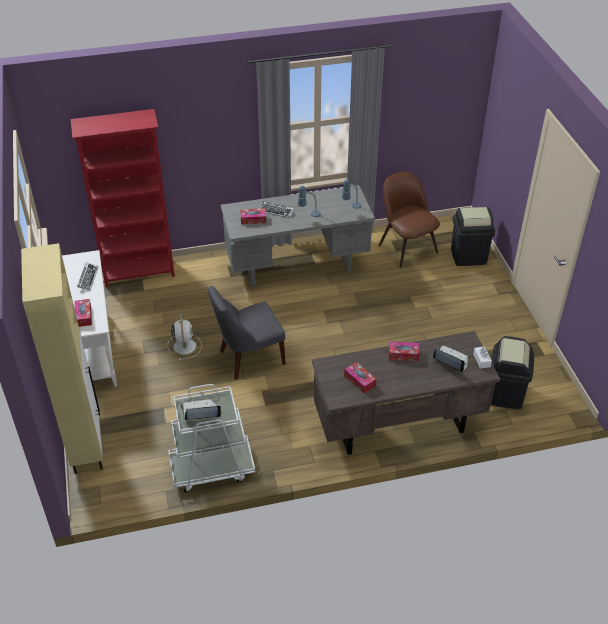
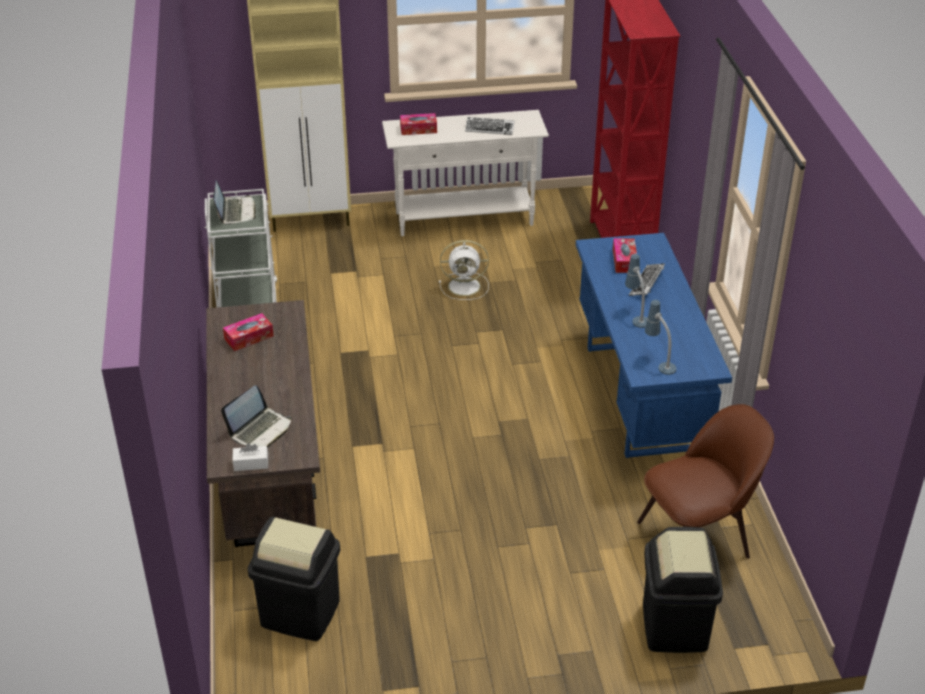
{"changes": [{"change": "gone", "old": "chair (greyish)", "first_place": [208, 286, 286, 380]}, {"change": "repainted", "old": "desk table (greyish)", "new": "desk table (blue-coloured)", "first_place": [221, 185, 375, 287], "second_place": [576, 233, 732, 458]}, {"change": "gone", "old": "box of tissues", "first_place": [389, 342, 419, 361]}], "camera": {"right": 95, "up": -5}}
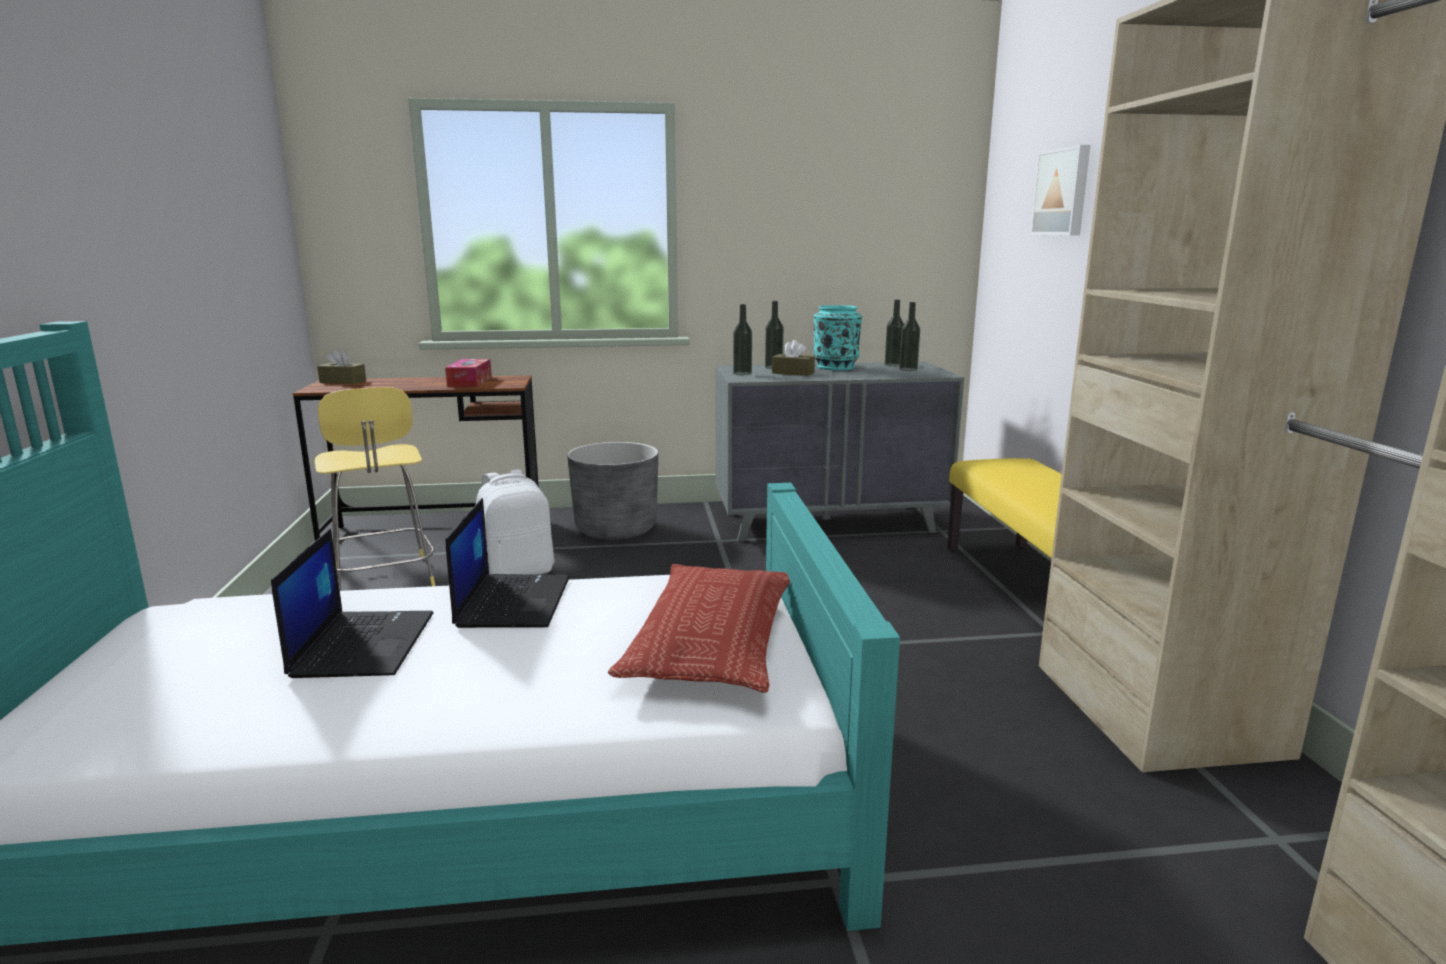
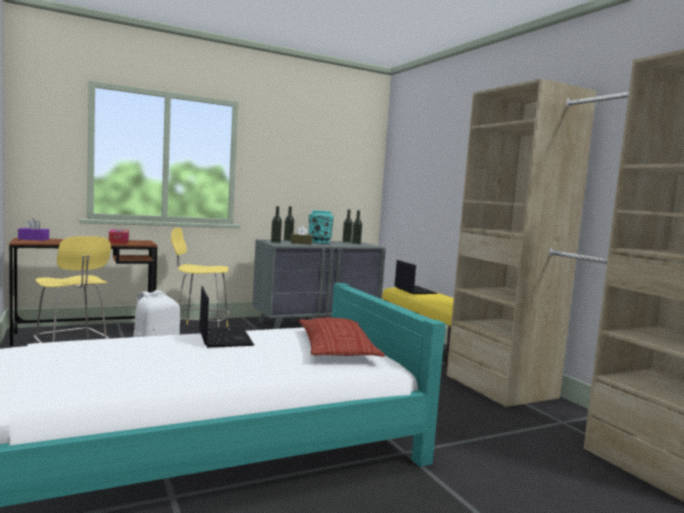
{"changes": [{"change": "shifted", "old": "laptop", "first_place": [271, 528, 434, 678], "second_place": [394, 260, 438, 294]}, {"change": "repainted", "old": "box of tissues (brown)", "new": "box of tissues (purple-coloured)", "first_place": [317, 349, 366, 384], "second_place": [18, 219, 49, 241]}, {"change": "swapped", "old": "planter (greyish)", "new": "stool seat (yellowish)", "first_place": [567, 442, 658, 540], "second_place": [171, 228, 230, 328]}, {"change": "gone", "old": "wall art", "first_place": [1030, 145, 1090, 236]}], "camera": {"right": -20, "up": -10}}
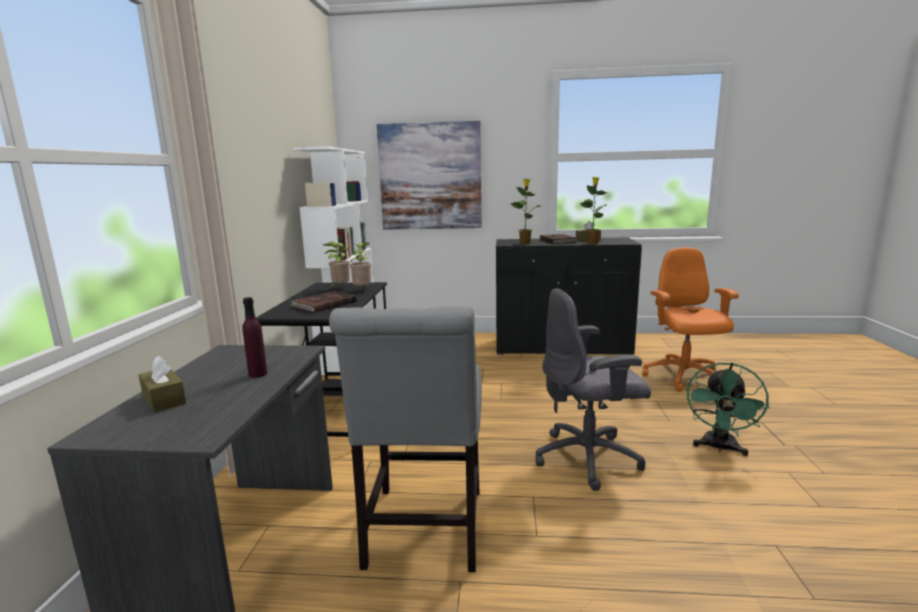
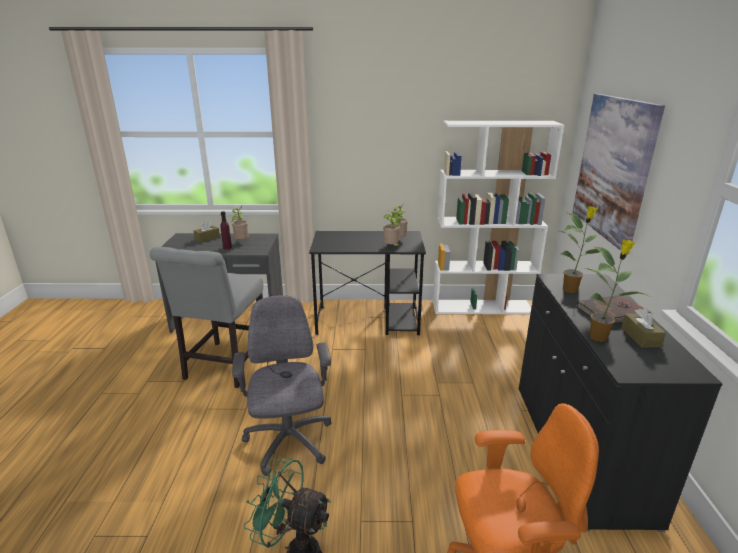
{"changes": [{"change": "gone", "old": "book (brown)", "first_place": [291, 291, 357, 313]}, {"change": "rotated", "old": "chair (greyish)", "first_place": [329, 307, 482, 572], "second_place": [150, 247, 263, 388], "degrees": -75}, {"change": "new", "new": "potted plant", "second_place": [231, 206, 248, 240]}], "camera": {"right": 85, "up": 10}}
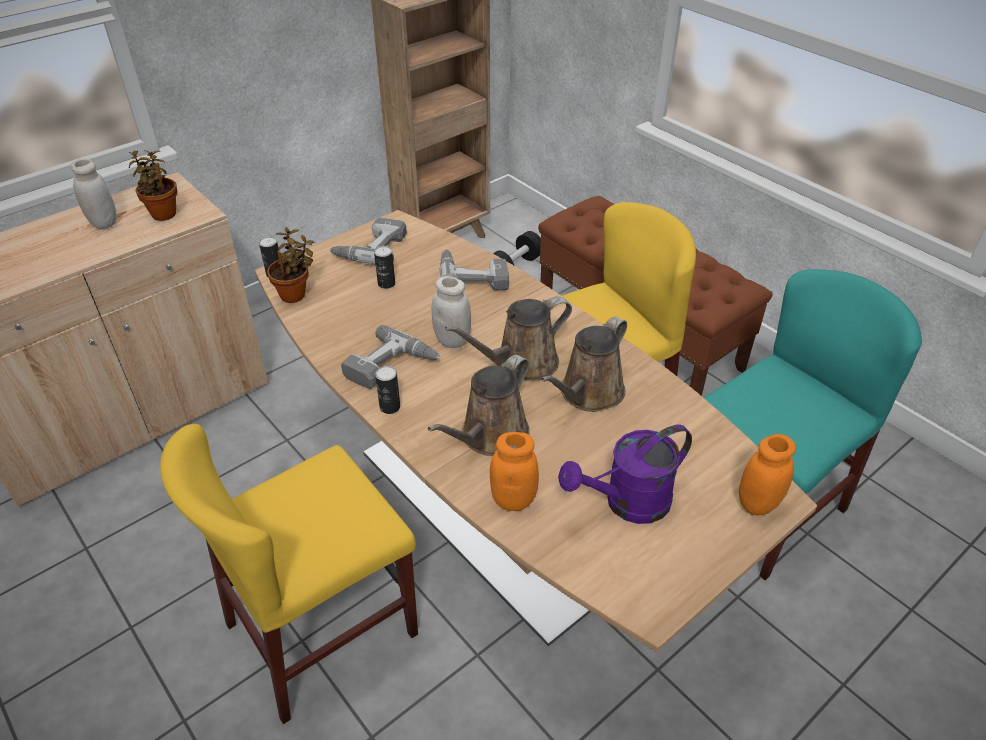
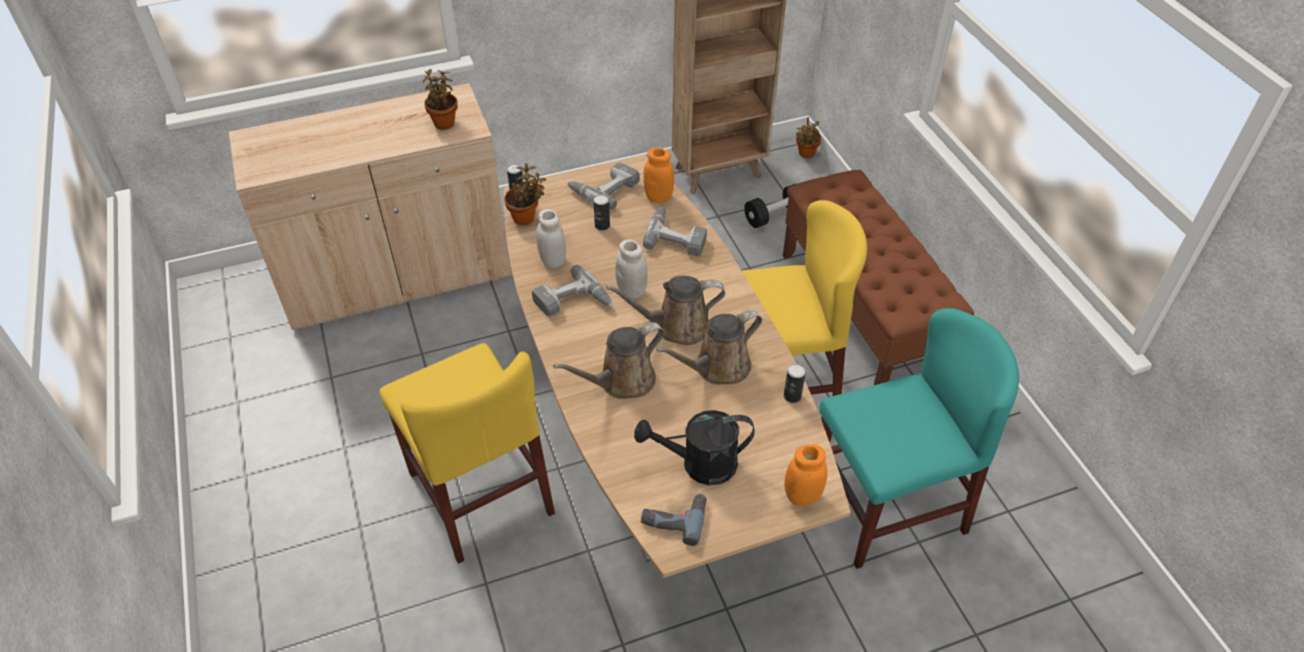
{"changes": [{"change": "shifted", "old": "storage jar (white)", "first_place": [70, 158, 117, 229], "second_place": [536, 209, 566, 269]}, {"change": "rotated", "old": "chair (yellowish)", "first_place": [160, 424, 418, 724], "second_place": [379, 343, 555, 564], "degrees": -105}, {"change": "shifted", "old": "sealed can", "first_place": [375, 366, 400, 414], "second_place": [784, 364, 806, 403]}, {"change": "shifted", "old": "storage jar (orangey)", "first_place": [490, 432, 539, 511], "second_place": [644, 148, 674, 203]}, {"change": "repainted", "old": "watering pot (purple-coloured)", "new": "watering pot (black)", "first_place": [558, 425, 692, 524], "second_place": [634, 410, 755, 485]}, {"change": "new", "new": "drill", "second_place": [641, 493, 707, 546]}, {"change": "new", "new": "potted plant", "second_place": [796, 117, 822, 158]}], "camera": {"right": 20, "up": 5}}
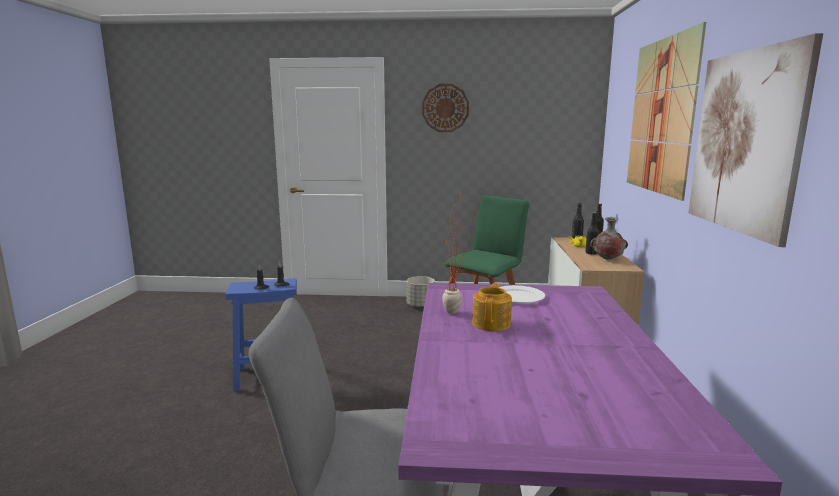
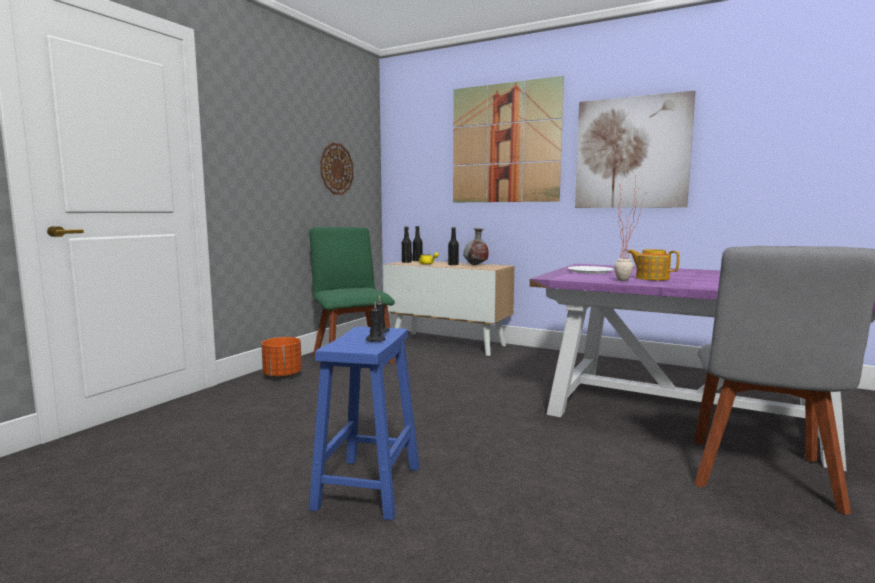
{"changes": [{"change": "repainted", "old": "planter (greyish)", "new": "planter (orangey)", "first_place": [406, 276, 435, 308], "second_place": [261, 337, 302, 379]}, {"change": "shifted", "old": "hanging clock", "first_place": [422, 84, 469, 132], "second_place": [320, 143, 354, 195]}], "camera": {"right": -65, "up": -5}}
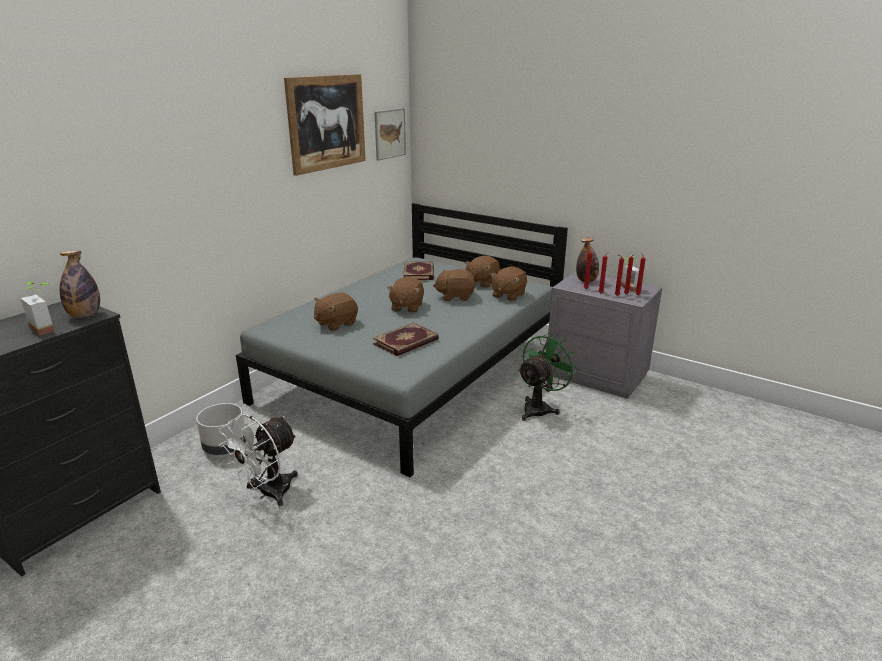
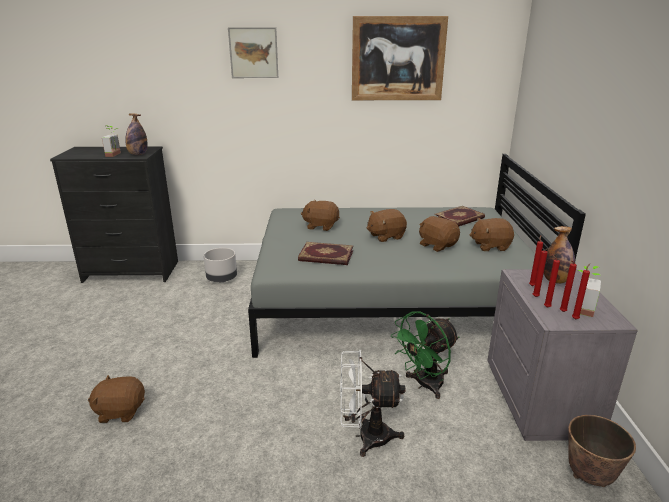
{"changes": [{"change": "shifted", "old": "fan (white)", "first_place": [219, 414, 298, 506], "second_place": [340, 349, 405, 457]}, {"change": "shifted", "old": "wall art", "first_place": [374, 108, 406, 161], "second_place": [228, 27, 278, 78]}, {"change": "shifted", "old": "plush toy (brown)", "first_place": [490, 267, 527, 301], "second_place": [88, 375, 145, 423]}, {"change": "rotated", "old": "fan (greenish)", "first_place": [518, 333, 579, 421], "second_place": [391, 311, 459, 399], "degrees": 135}, {"change": "new", "new": "planter", "second_place": [568, 415, 636, 487]}], "camera": {"right": 55, "up": 0}}
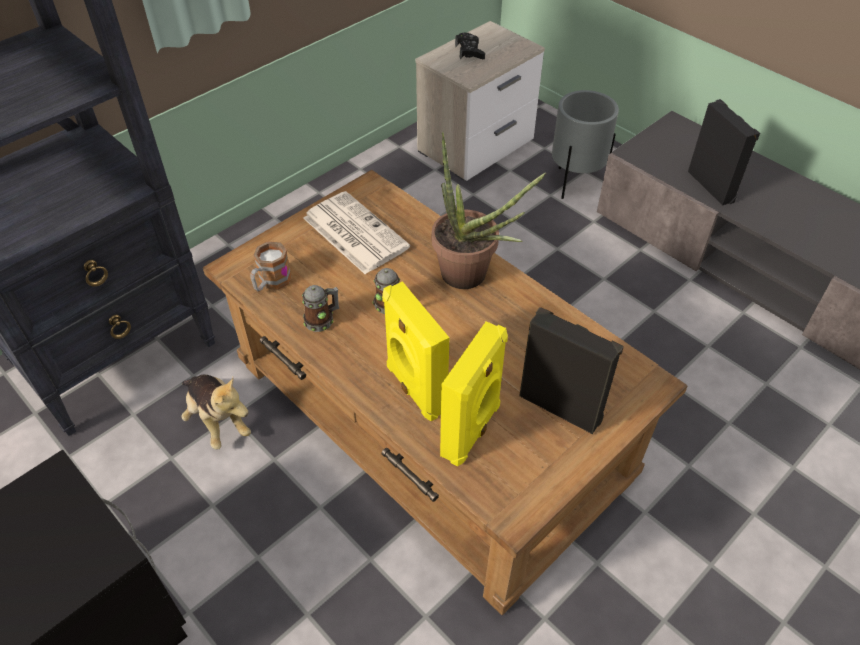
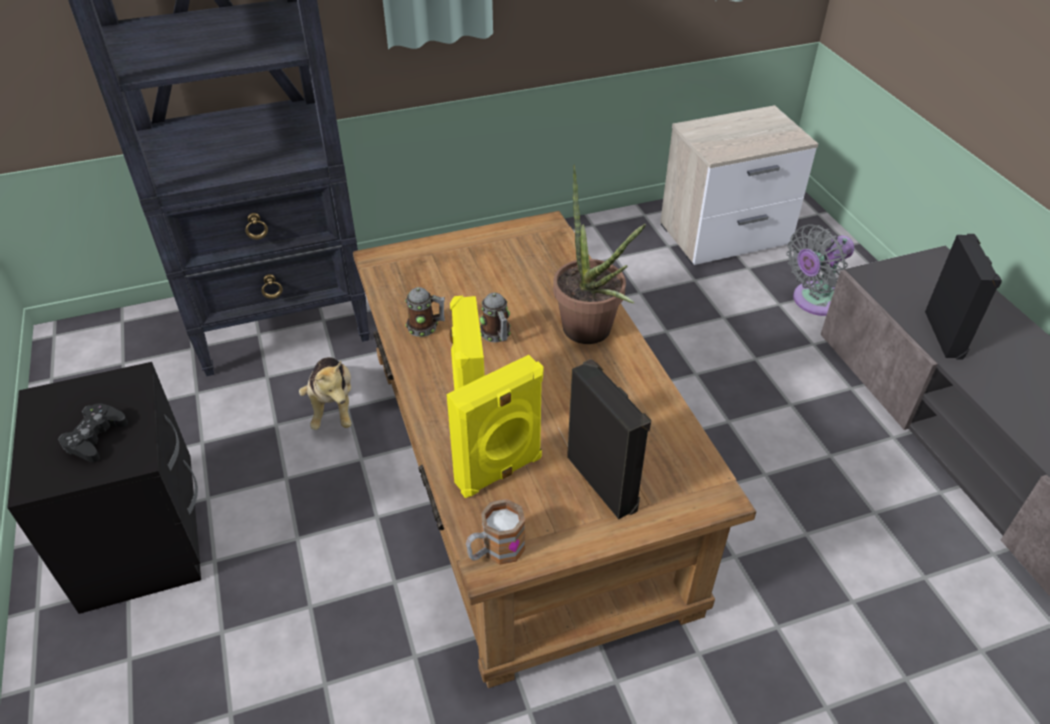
{"changes": [{"change": "shifted", "old": "coffee mug", "first_place": [250, 241, 292, 292], "second_place": [466, 499, 525, 565]}, {"change": "gone", "old": "daily paper", "first_place": [303, 191, 410, 274]}, {"change": "shifted", "old": "game controller (black)", "first_place": [455, 33, 485, 60], "second_place": [58, 403, 128, 462]}, {"change": "swapped", "old": "planter (greyish)", "new": "fan (greyish)", "first_place": [552, 90, 619, 199], "second_place": [786, 224, 854, 316]}], "camera": {"right": 25, "up": -5}}
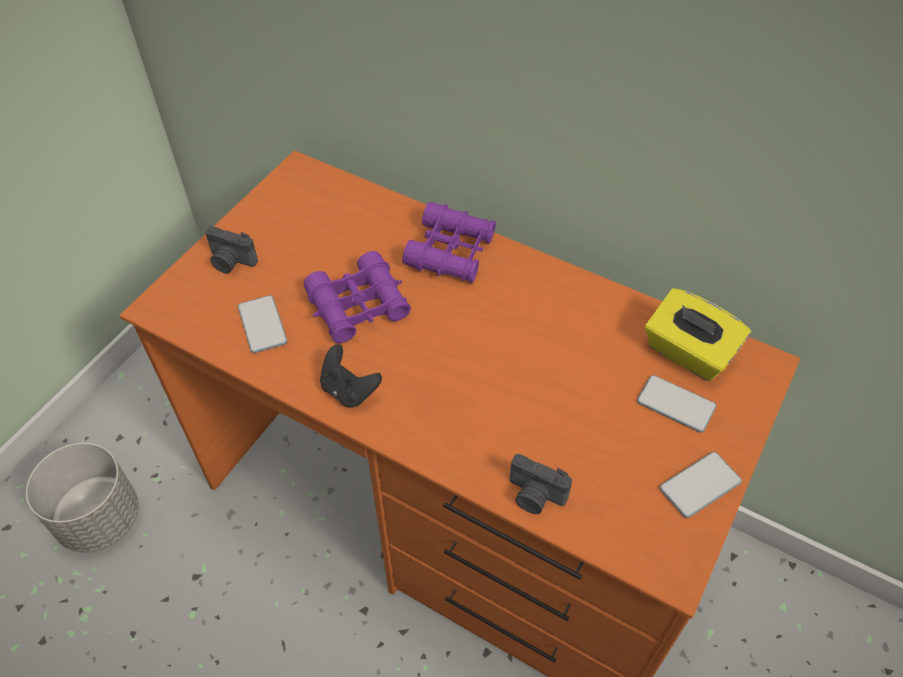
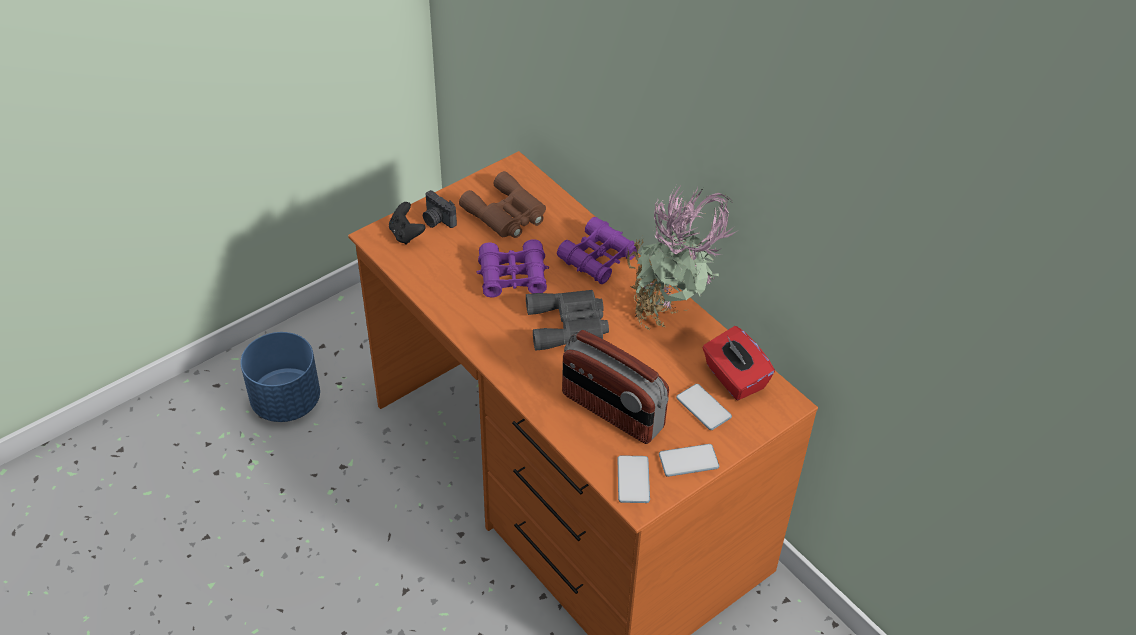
{"changes": [{"change": "repainted", "old": "planter (greyish)", "new": "planter (blue-coloured)", "first_place": [26, 443, 138, 553], "second_place": [241, 332, 320, 422]}, {"change": "shifted", "old": "handset", "first_place": [238, 295, 287, 353], "second_place": [617, 455, 650, 503]}, {"change": "shifted", "old": "game controller (black)", "first_place": [320, 345, 382, 408], "second_place": [389, 202, 426, 245]}, {"change": "gone", "old": "photo camera", "first_place": [510, 454, 572, 514]}, {"change": "repainted", "old": "box of tissues (yellowish)", "new": "box of tissues (red)", "first_place": [645, 288, 751, 381], "second_place": [702, 326, 775, 400]}, {"change": "new", "new": "pair of binoculars (brown)", "second_place": [459, 171, 546, 238]}, {"change": "new", "new": "pair of binoculars (greyish)", "second_place": [526, 290, 609, 351]}, {"change": "new", "new": "radio", "second_place": [562, 330, 669, 444]}, {"change": "new", "new": "potted plant", "second_place": [626, 187, 739, 330]}], "camera": {"right": 20, "up": -5}}
